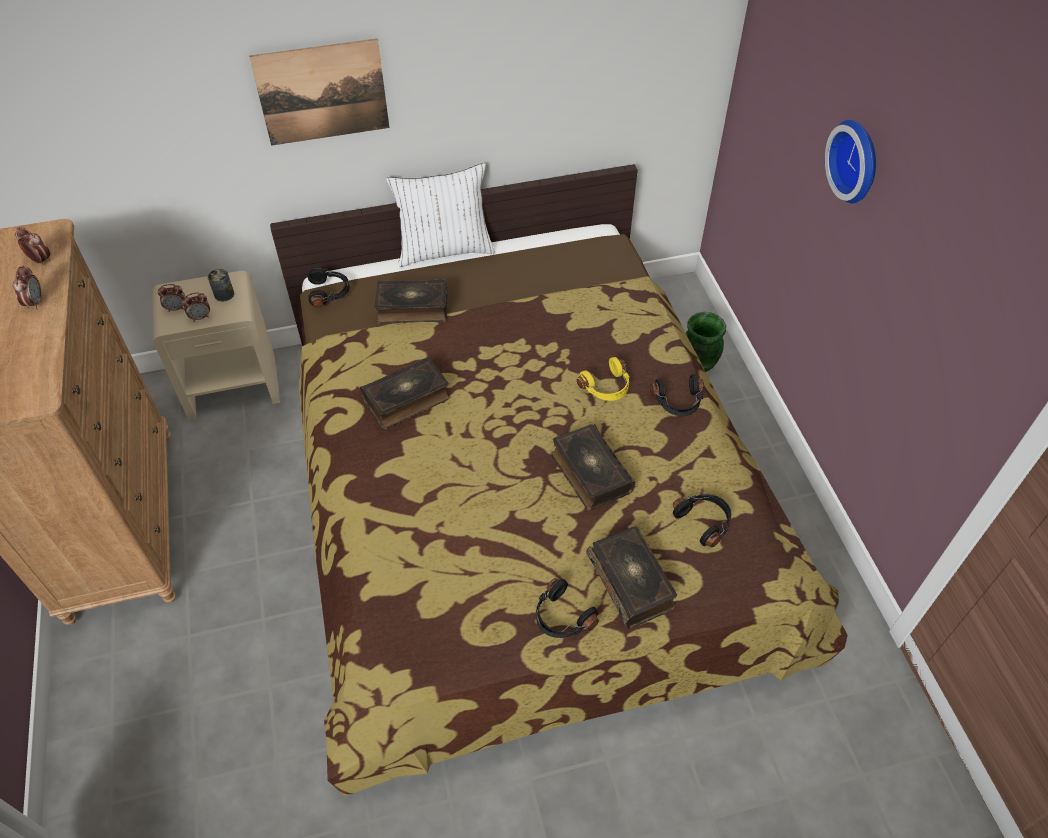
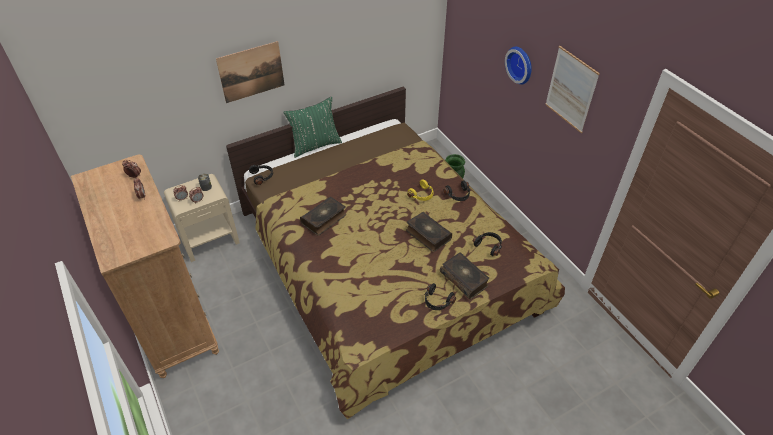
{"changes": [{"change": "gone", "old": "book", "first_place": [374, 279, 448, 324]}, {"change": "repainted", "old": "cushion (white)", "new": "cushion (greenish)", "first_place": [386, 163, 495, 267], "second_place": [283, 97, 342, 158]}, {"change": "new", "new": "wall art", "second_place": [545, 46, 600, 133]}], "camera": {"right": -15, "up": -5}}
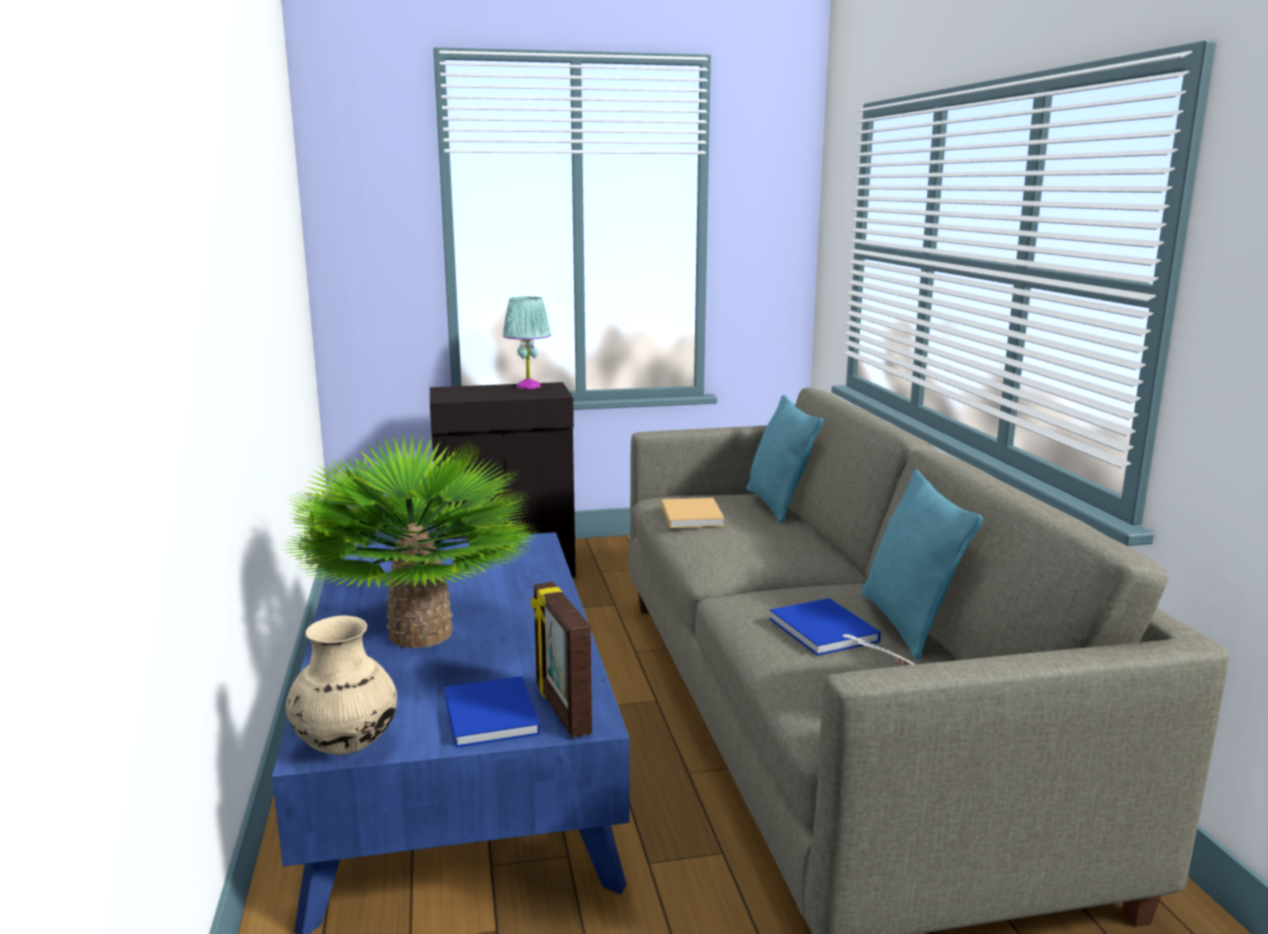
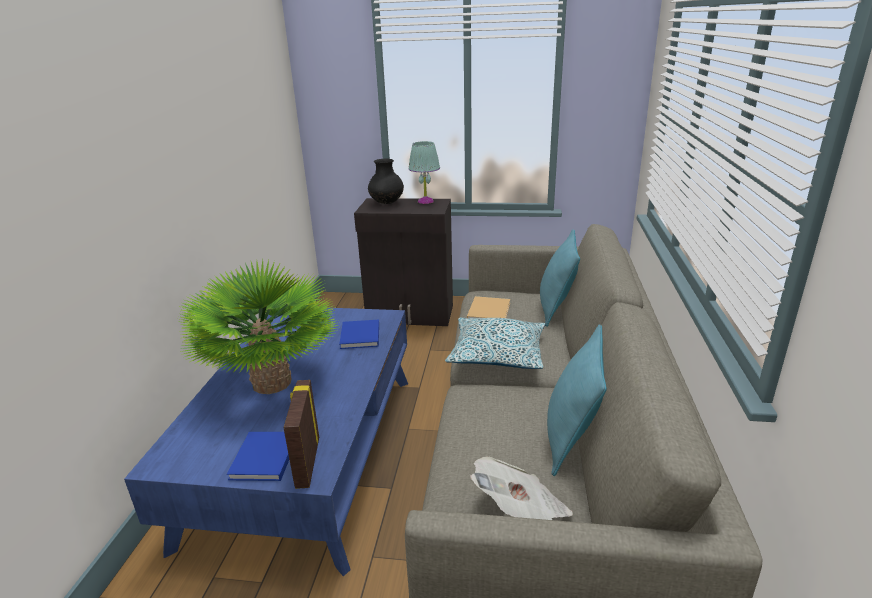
{"changes": [{"change": "gone", "old": "vase (sand-coloured)", "first_place": [286, 615, 397, 755]}, {"change": "shifted", "old": "book (blue-coloured)", "first_place": [769, 598, 881, 656], "second_place": [339, 320, 379, 349]}, {"change": "new", "new": "vase (black)", "second_place": [368, 159, 404, 204]}, {"change": "new", "new": "cushion", "second_place": [445, 318, 545, 369]}], "camera": {"right": 20, "up": 10}}
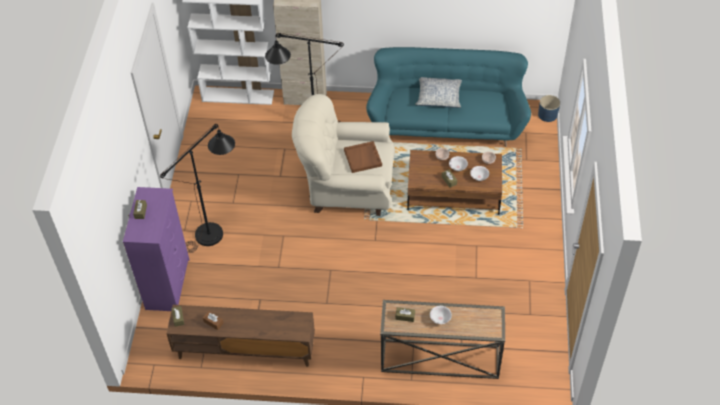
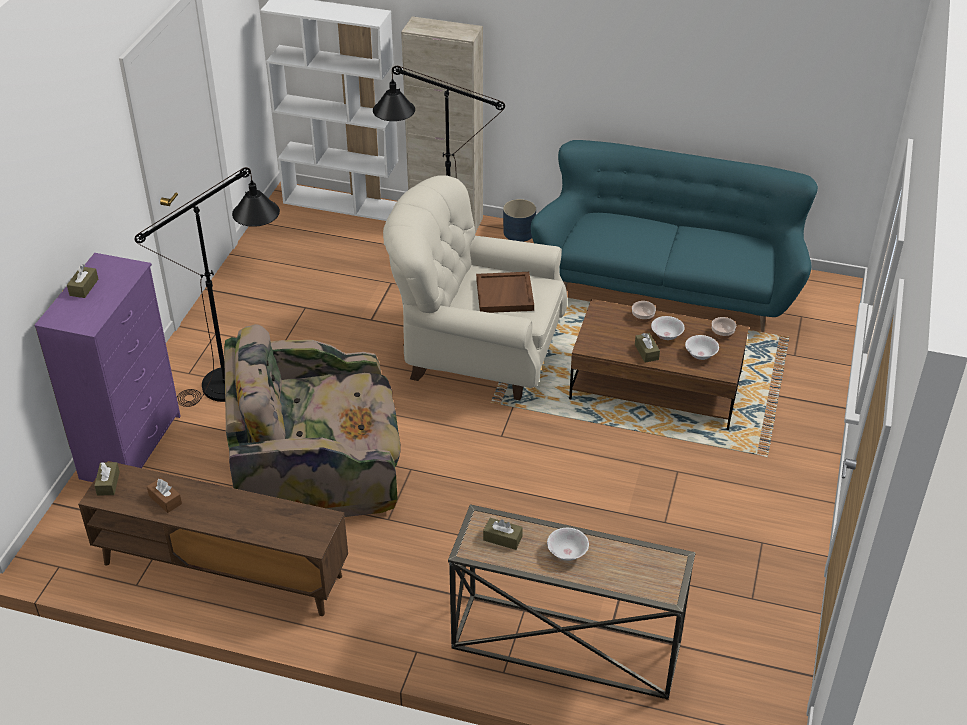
{"changes": [{"change": "gone", "old": "cushion", "first_place": [415, 77, 462, 108]}, {"change": "shifted", "old": "planter (blue-coloured)", "first_place": [538, 95, 560, 122], "second_place": [503, 199, 536, 242]}, {"change": "new", "new": "easy chair", "second_place": [224, 324, 401, 517]}], "camera": {"right": 10, "up": -10}}
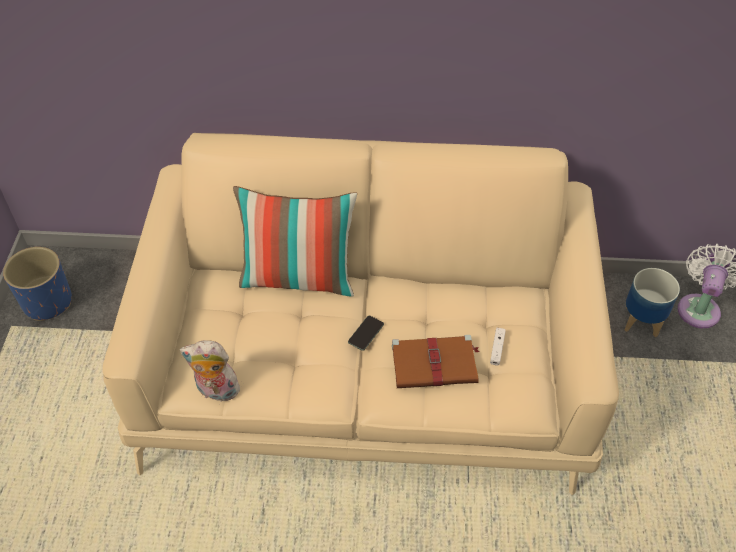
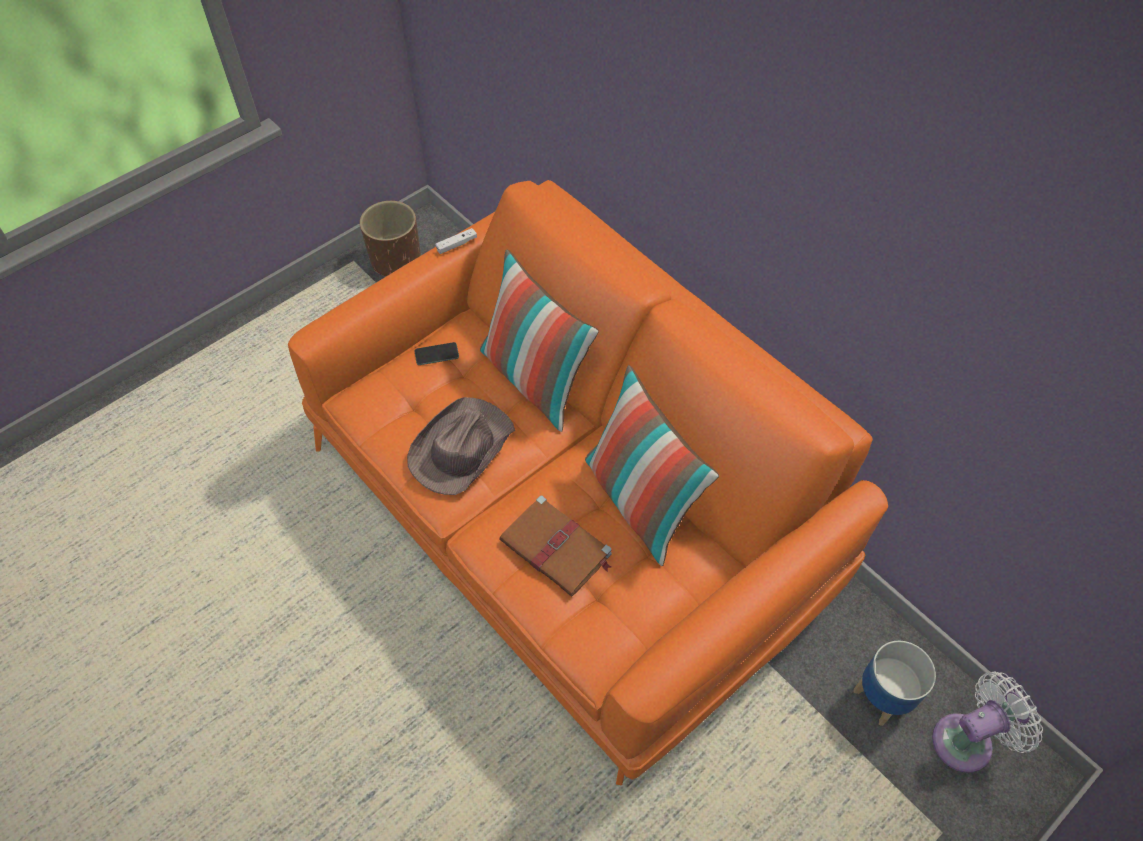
{"changes": [{"change": "repainted", "old": "planter (blue-coloured)", "new": "planter (brown)", "first_place": [3, 247, 72, 321], "second_place": [360, 201, 421, 276]}, {"change": "repainted", "old": "sofa (sand-coloured)", "new": "sofa (orangey)", "first_place": [102, 133, 619, 495], "second_place": [288, 180, 888, 785]}, {"change": "gone", "old": "plush toy", "first_place": [180, 340, 240, 401]}, {"change": "shifted", "old": "handset", "first_place": [348, 316, 384, 351], "second_place": [415, 342, 459, 365]}, {"change": "shifted", "old": "game controller (white)", "first_place": [490, 328, 506, 366], "second_place": [435, 228, 477, 254]}, {"change": "new", "new": "hat (brown)", "second_place": [407, 397, 515, 495]}, {"change": "new", "new": "cushion", "second_place": [585, 365, 719, 566]}], "camera": {"right": 45, "up": 5}}
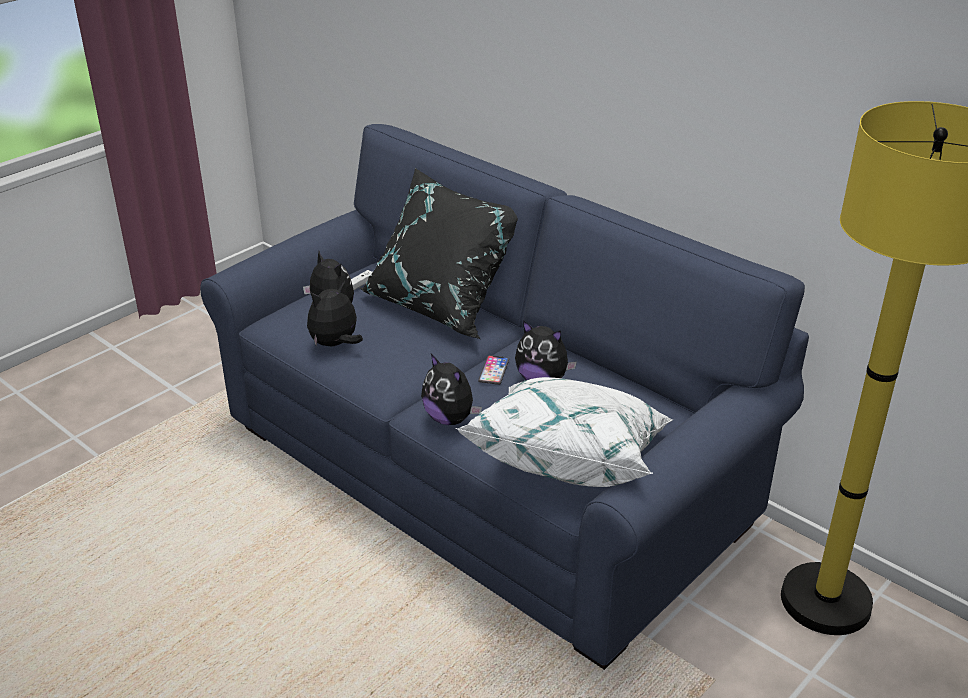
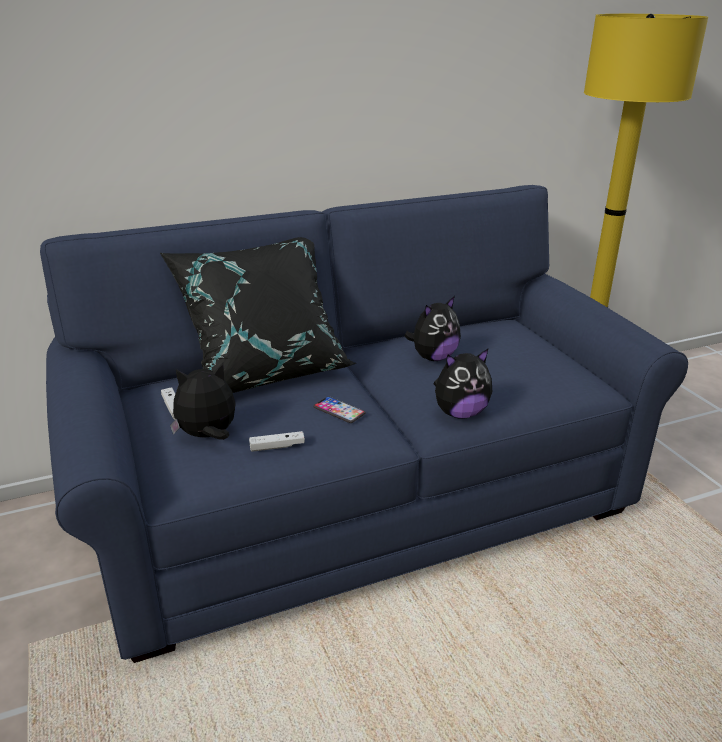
{"changes": [{"change": "swapped", "old": "plush toy", "new": "game controller (white)", "first_place": [307, 281, 363, 346], "second_place": [249, 431, 305, 452]}, {"change": "gone", "old": "cushion (white)", "first_place": [456, 377, 673, 487]}, {"change": "shifted", "old": "handset", "first_place": [478, 355, 509, 385], "second_place": [313, 396, 366, 423]}], "camera": {"right": -65, "up": -5}}
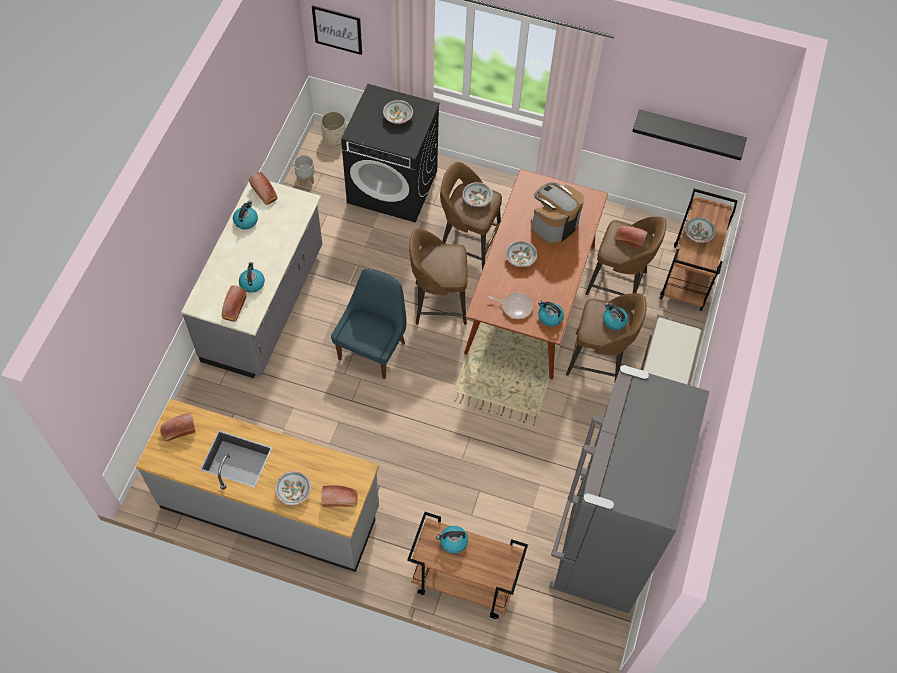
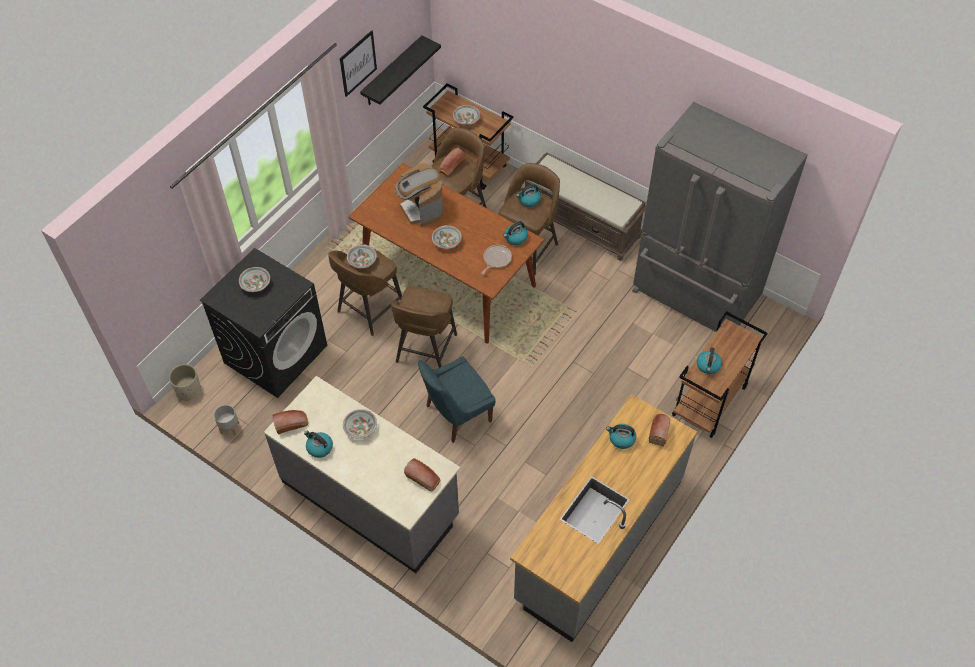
{"changes": [{"change": "gone", "old": "bakery bread", "first_place": [160, 412, 196, 441]}, {"change": "shifted", "old": "tea kettle", "first_place": [239, 262, 265, 293], "second_place": [606, 424, 636, 449]}, {"change": "shifted", "old": "deep dish", "first_place": [275, 471, 311, 505], "second_place": [343, 409, 377, 439]}, {"change": "shifted", "old": "wall art", "first_place": [312, 5, 362, 55], "second_place": [340, 30, 377, 97]}, {"change": "rotated", "old": "chair (blue-coloured)", "first_place": [331, 269, 406, 379], "second_place": [418, 356, 496, 443], "degrees": -75}], "camera": {"right": -70, "up": -5}}
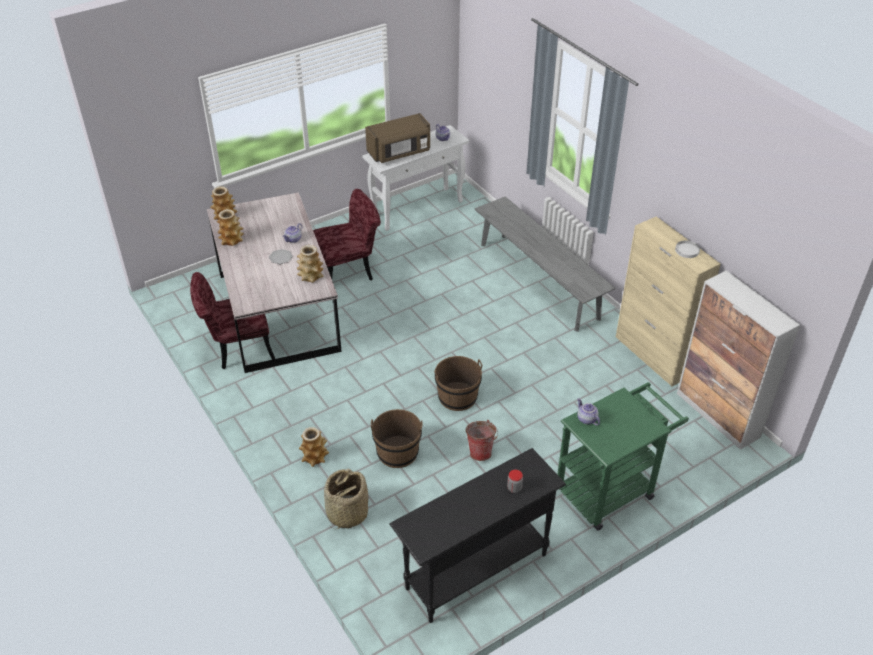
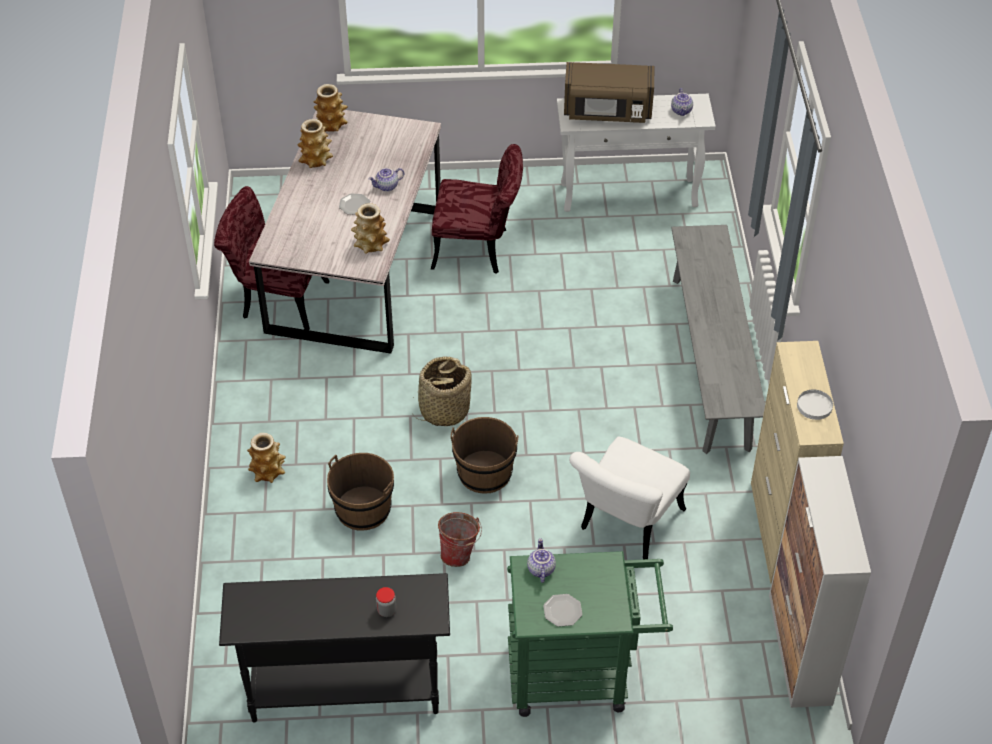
{"changes": [{"change": "shifted", "old": "storage basket", "first_place": [324, 469, 368, 529], "second_place": [413, 356, 472, 426]}, {"change": "new", "new": "flat dish", "second_place": [543, 594, 582, 627]}, {"change": "new", "new": "chair (white)", "second_place": [569, 436, 690, 559]}], "camera": {"right": 30, "up": 5}}
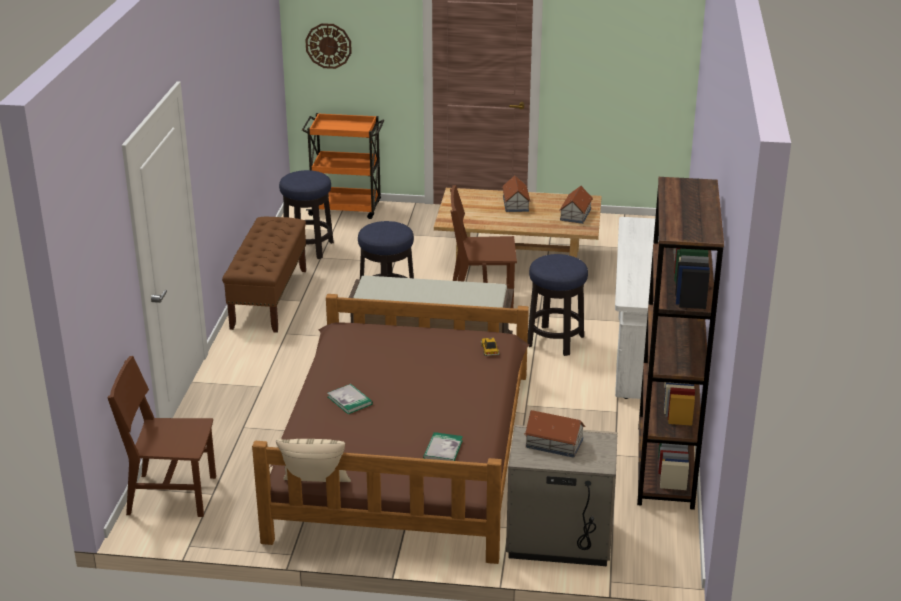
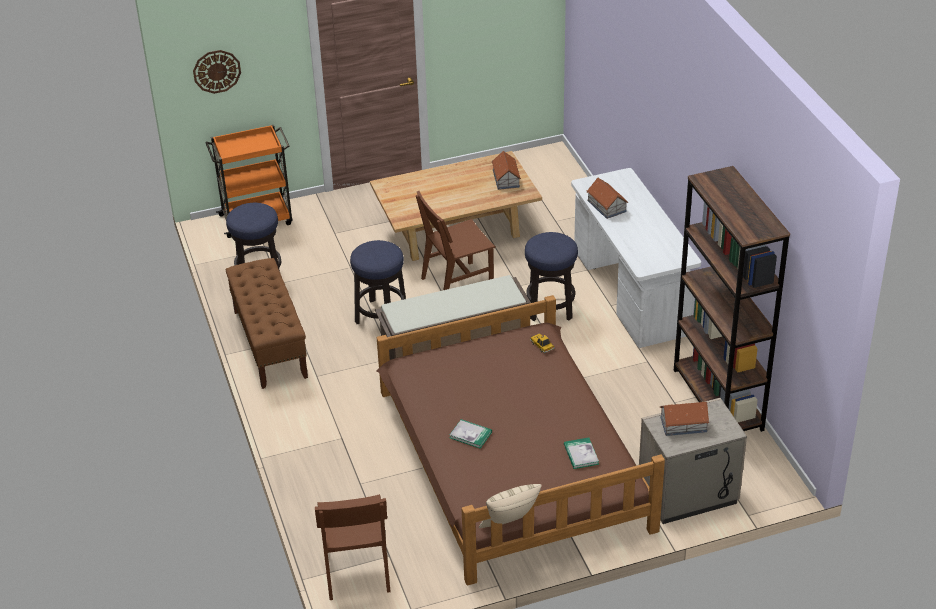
{"changes": [{"change": "rotated", "old": "chair (brown)", "first_place": [107, 356, 216, 517], "second_place": [315, 494, 391, 600], "degrees": -75}, {"change": "shifted", "old": "miniature house", "first_place": [502, 175, 531, 212], "second_place": [587, 178, 628, 219]}], "camera": {"right": -25, "up": 10}}
